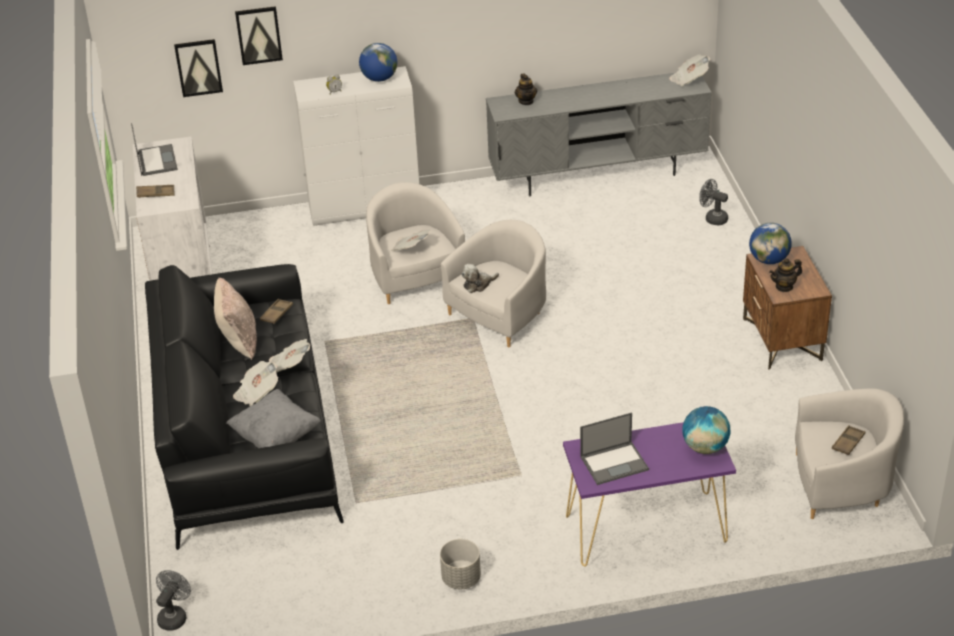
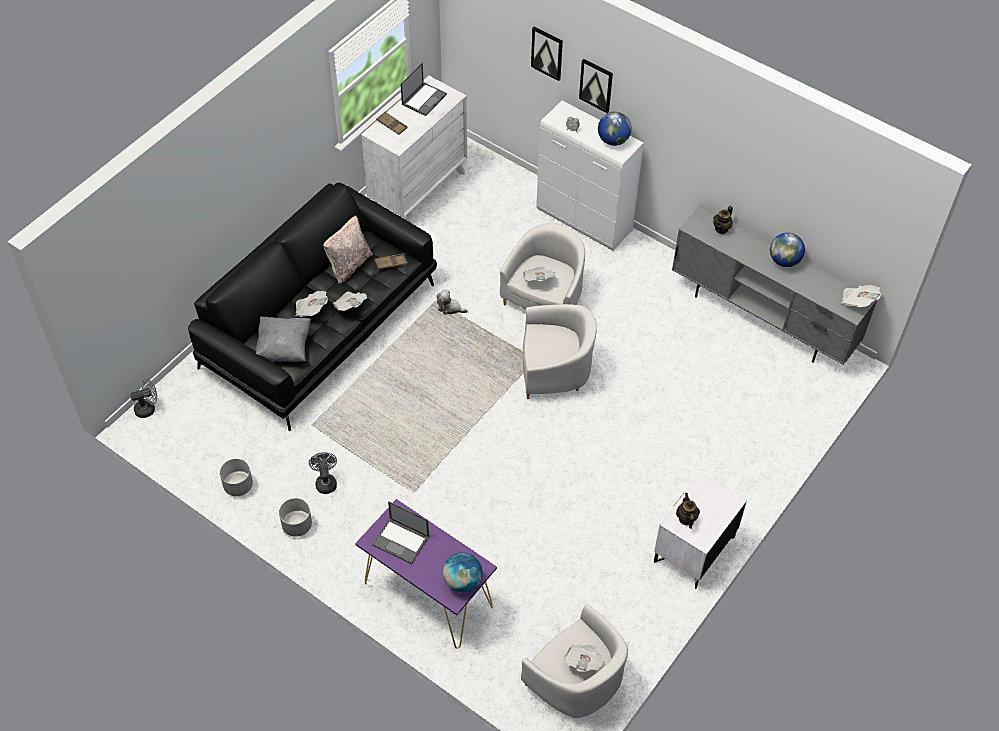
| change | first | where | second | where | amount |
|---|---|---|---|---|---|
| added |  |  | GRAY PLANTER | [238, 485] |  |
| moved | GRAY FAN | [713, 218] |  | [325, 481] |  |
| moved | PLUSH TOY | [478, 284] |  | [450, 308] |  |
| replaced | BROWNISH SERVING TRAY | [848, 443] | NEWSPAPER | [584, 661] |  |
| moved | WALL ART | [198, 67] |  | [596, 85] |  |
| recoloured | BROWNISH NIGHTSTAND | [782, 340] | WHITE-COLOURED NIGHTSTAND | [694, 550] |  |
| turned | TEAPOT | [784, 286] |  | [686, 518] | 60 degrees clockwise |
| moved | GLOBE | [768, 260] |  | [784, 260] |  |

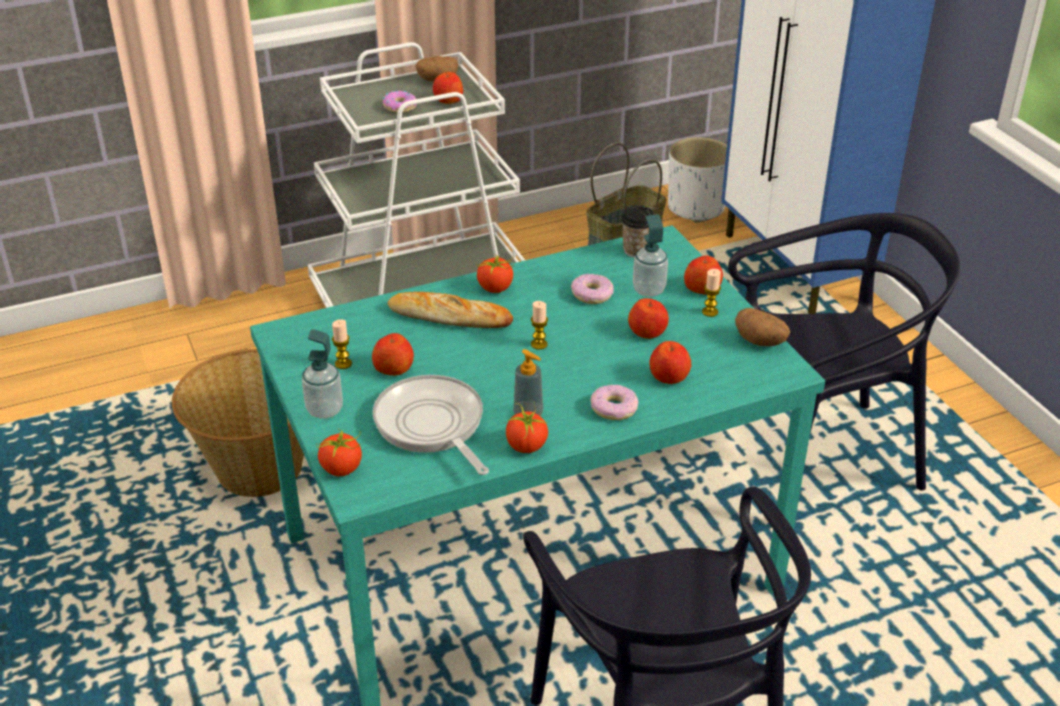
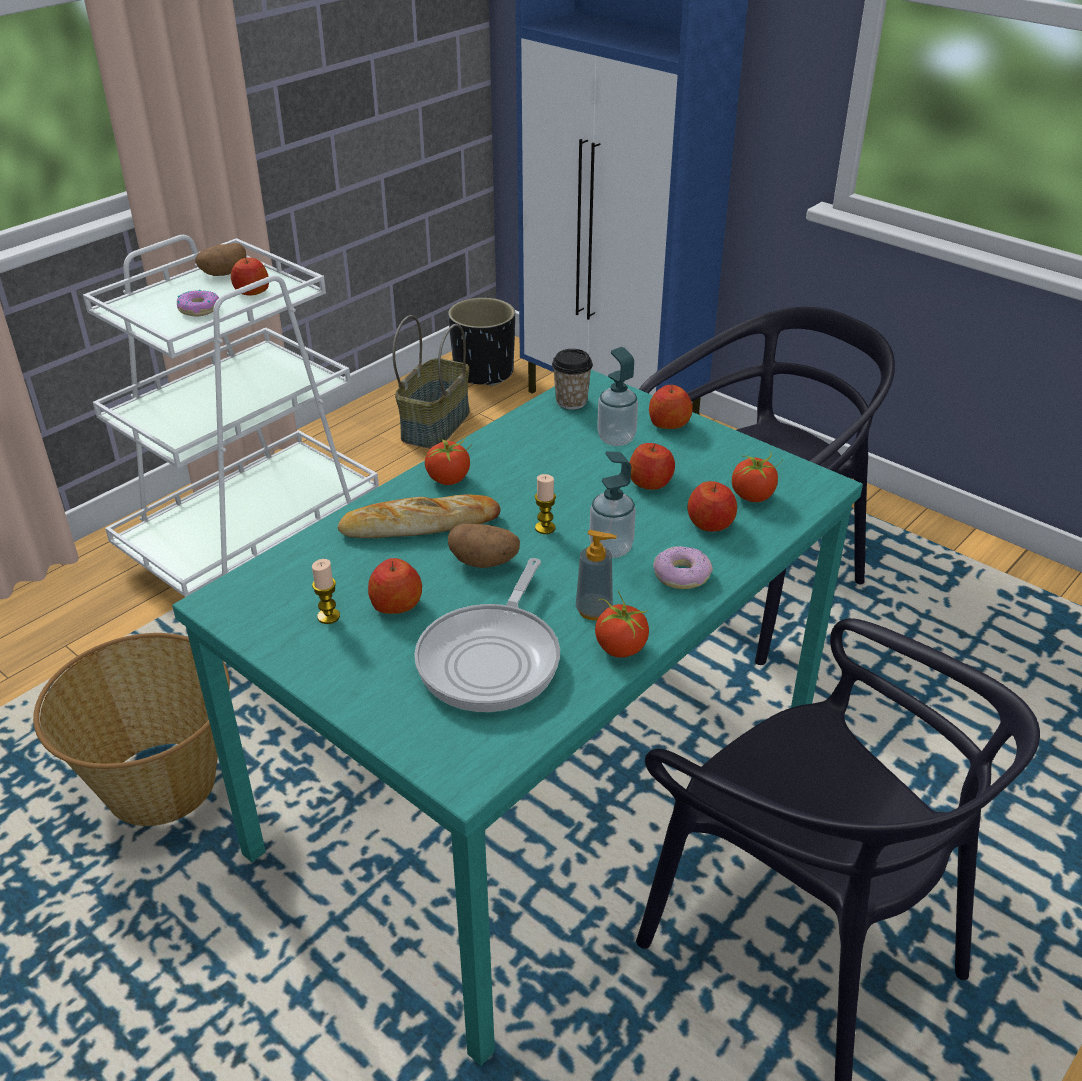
| change | first | where | second | where | amount |
|---|---|---|---|---|---|
| turned | PAN | [432, 425] |  | [492, 658] | 105 degrees counterclockwise |
| recoloured | WHITE-COLOURED PLANTER | [696, 208] | BLACKISH PLANTER | [484, 373] |  |
| moved | WHOLE POTATO | [760, 341] |  | [484, 562] |  |
| moved | LIQUID SOAP BOTTLE | [324, 410] |  | [611, 548] |  |
| moved | WHOLE TOMATO | [342, 468] |  | [752, 496] |  |
| removed | RING DOUGHNUT | [592, 294] |  |  |  |
| removed | WAX CANDLE | [710, 312] |  |  |  |

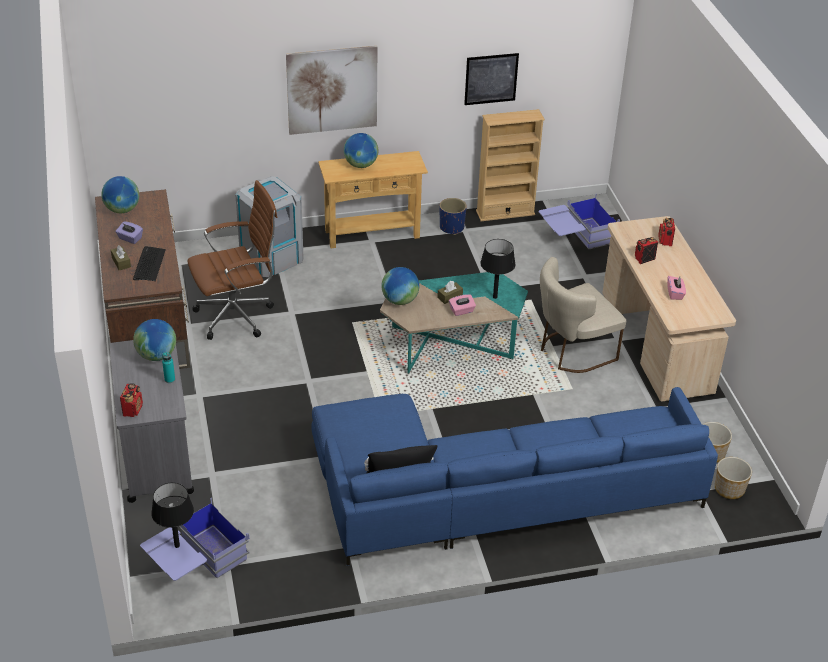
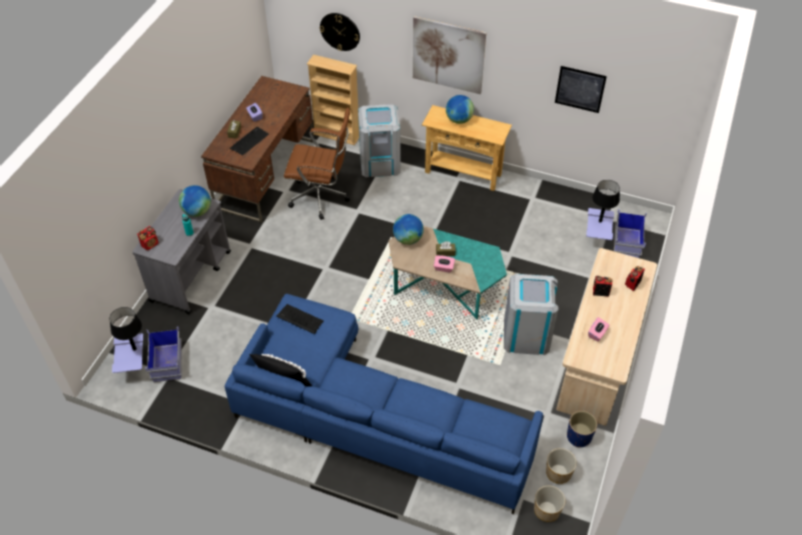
| change | first | where | second | where | amount |
|---|---|---|---|---|---|
| added |  |  | KEYBOARD | [300, 319] |  |
| moved | SAND-COLOURED SHELVING UNIT | [505, 212] |  | [337, 135] |  |
| added |  |  | CLOCK ON THE WALL | [340, 31] |  |
| replaced | SAND-COLOURED PLAIN CHAIR | [572, 352] | GRAY TRASH CAN | [526, 335] |  |
| moved | BLUE PLANTER | [452, 228] |  | [579, 437] |  |
| moved | BLACKISH LAMP FOR A TABLE | [495, 297] |  | [600, 221] |  |
| removed | GLOBE | [122, 210] |  |  |  |

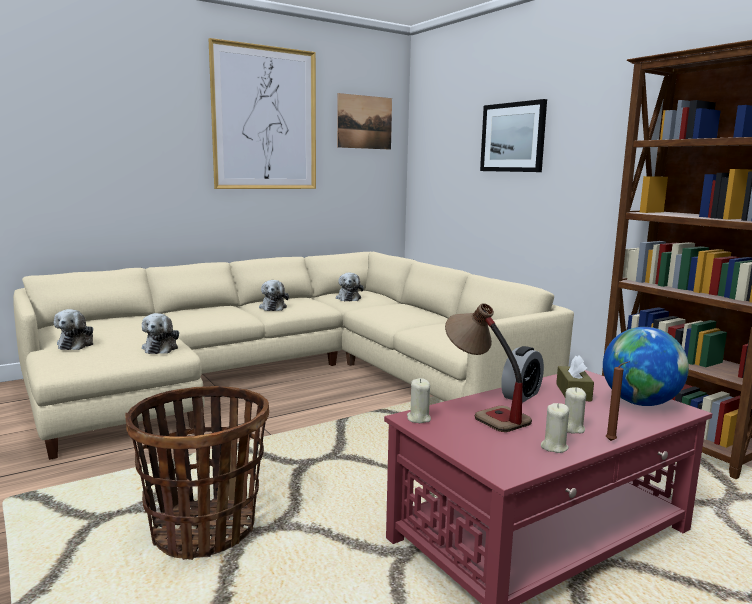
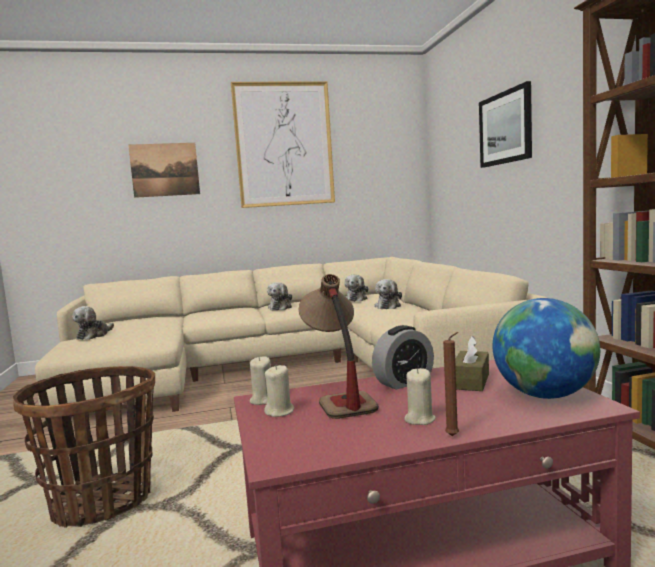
| change | first | where | second | where | amount |
|---|---|---|---|---|---|
| moved | WALL ART | [364, 122] |  | [165, 169] |  |
| moved | SAND-COLOURED WAX CANDLE | [554, 447] |  | [280, 412] |  |
| moved | PLUSH TOY | [161, 348] |  | [388, 306] |  |

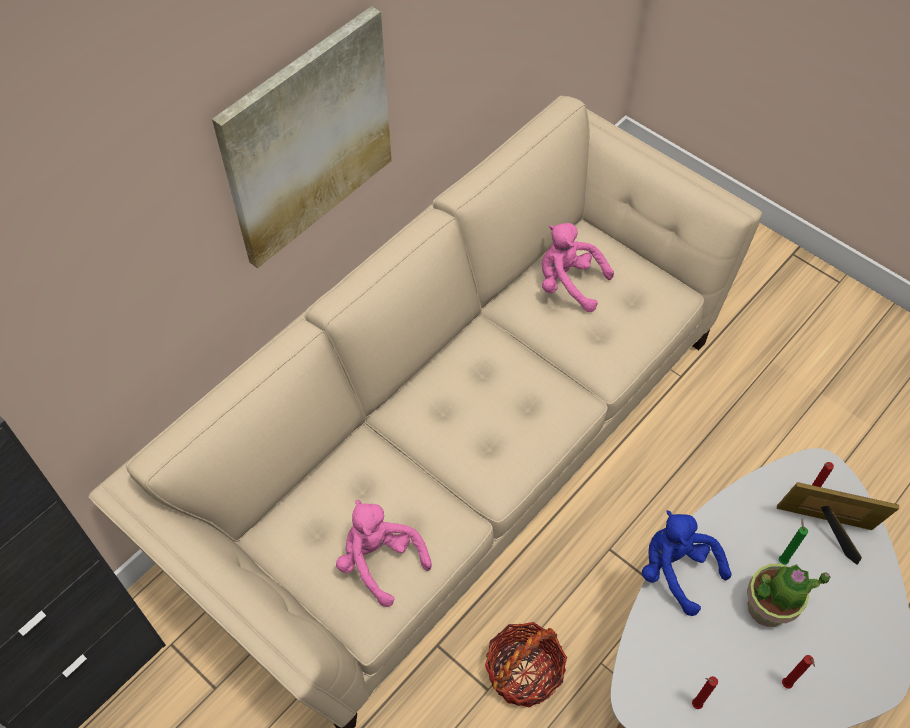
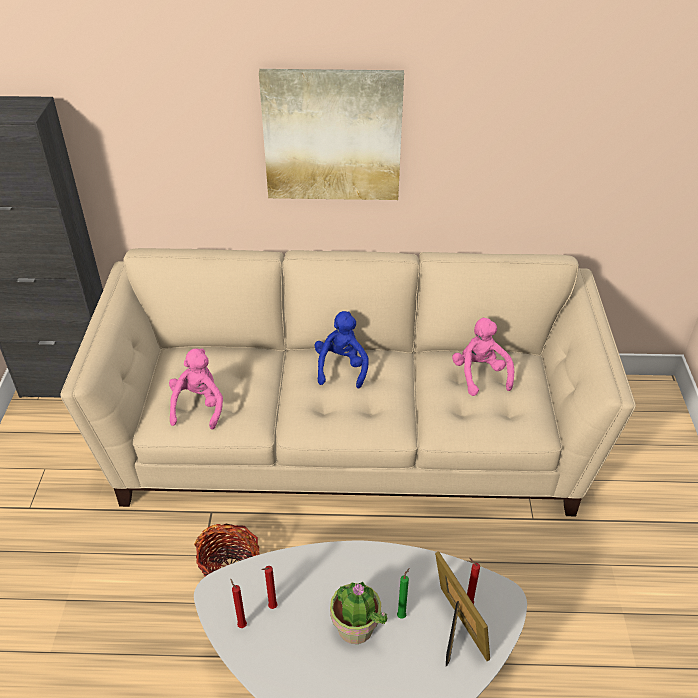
| change | first | where | second | where | amount |
|---|---|---|---|---|---|
| moved | RED WAX CANDLE | [786, 686] |  | [271, 607] |  |
| moved | BLUE PLUSH TOY | [676, 570] |  | [341, 367] |  |

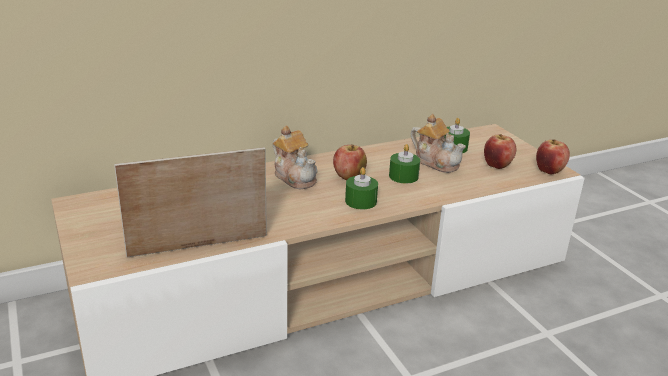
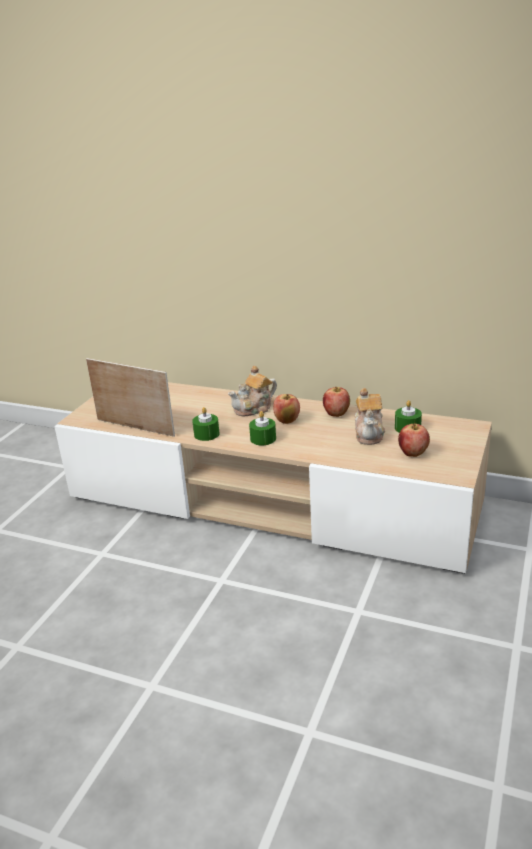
| change | first | where | second | where | amount |
|---|---|---|---|---|---|
| moved | GREEN WAX CANDLE | [403, 176] |  | [206, 434] |  |
| turned | TEAPOT | [295, 177] |  | [254, 408] | 45 degrees clockwise |
| moved | APPLE FRUIT | [549, 171] |  | [336, 414] |  |

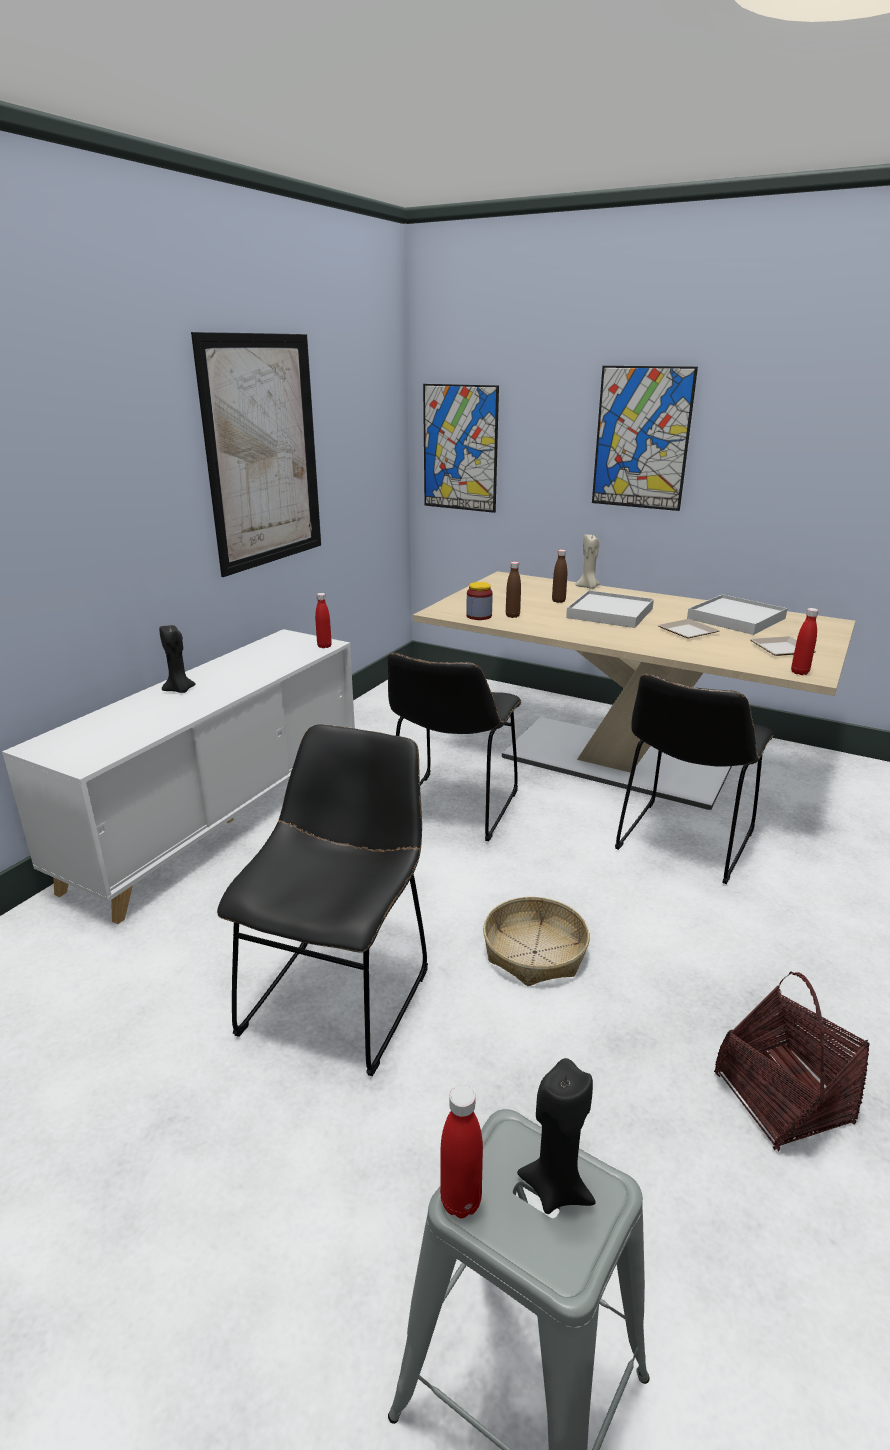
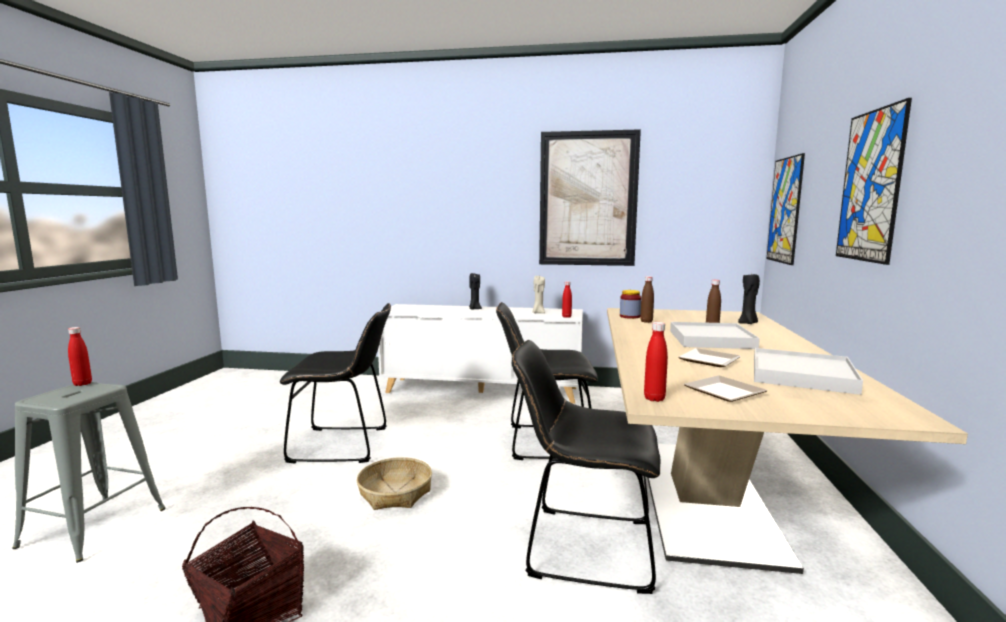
| change | first | where | second | where | amount |
|---|---|---|---|---|---|
| moved | SAND-COLOURED WAX CANDLE | [588, 587] |  | [538, 313] |  |
| moved | BLACKISH WAX CANDLE | [556, 1187] |  | [748, 323] |  |

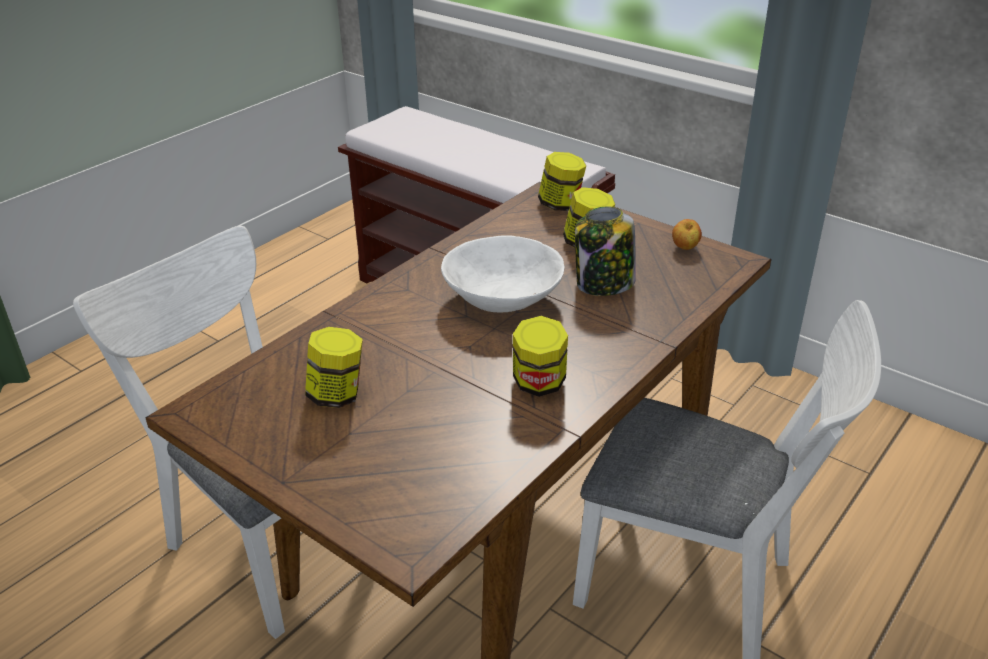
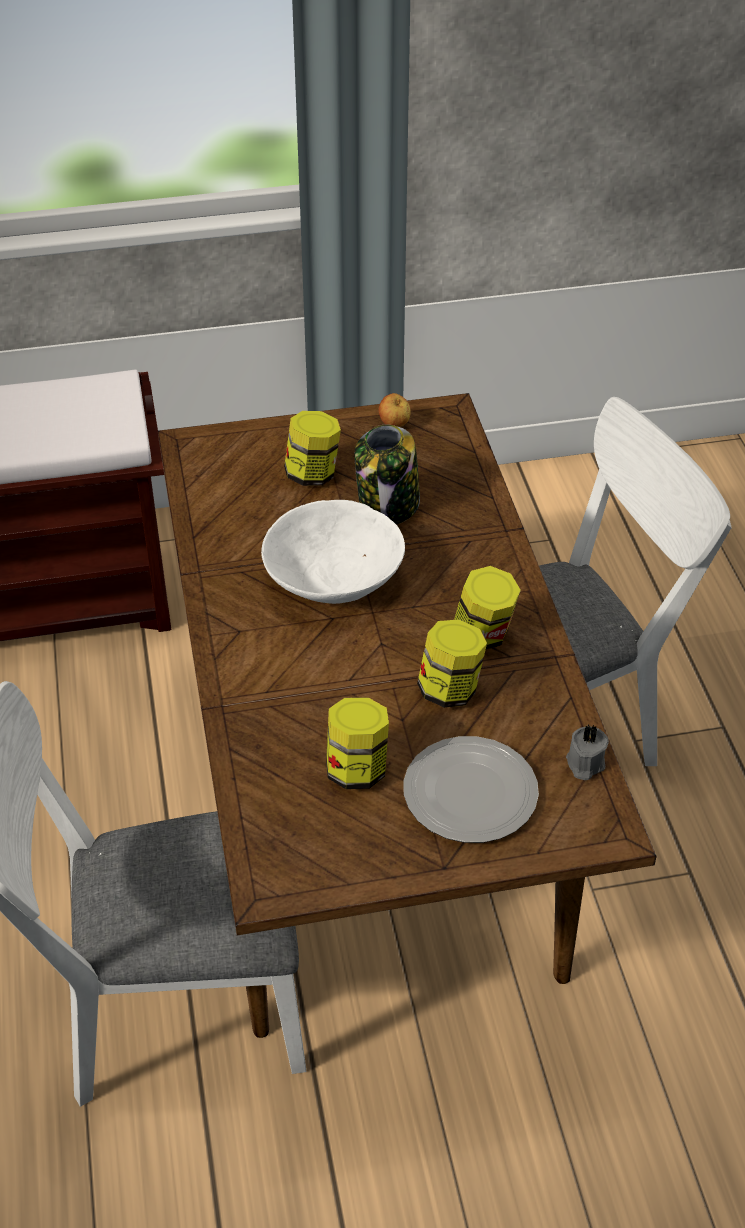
| change | first | where | second | where | amount |
|---|---|---|---|---|---|
| added |  |  | FLAT DISH | [472, 793] |  |
| moved | JAR | [560, 205] |  | [450, 689] |  |
| added |  |  | GRAY WAX CANDLE | [584, 764] |  |

